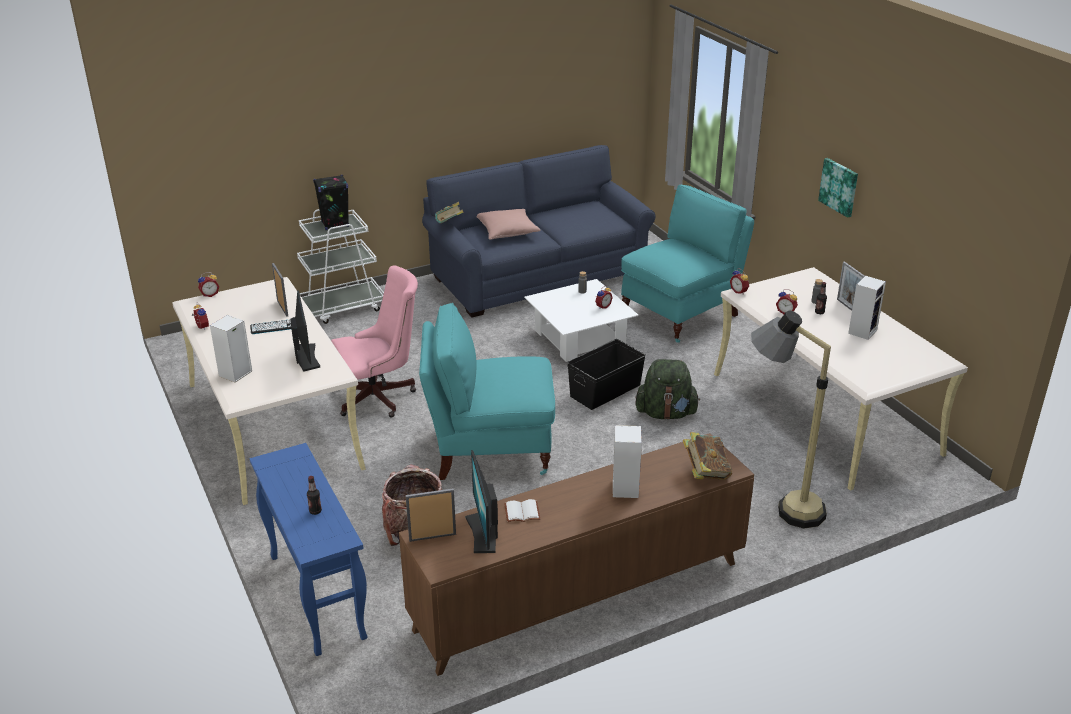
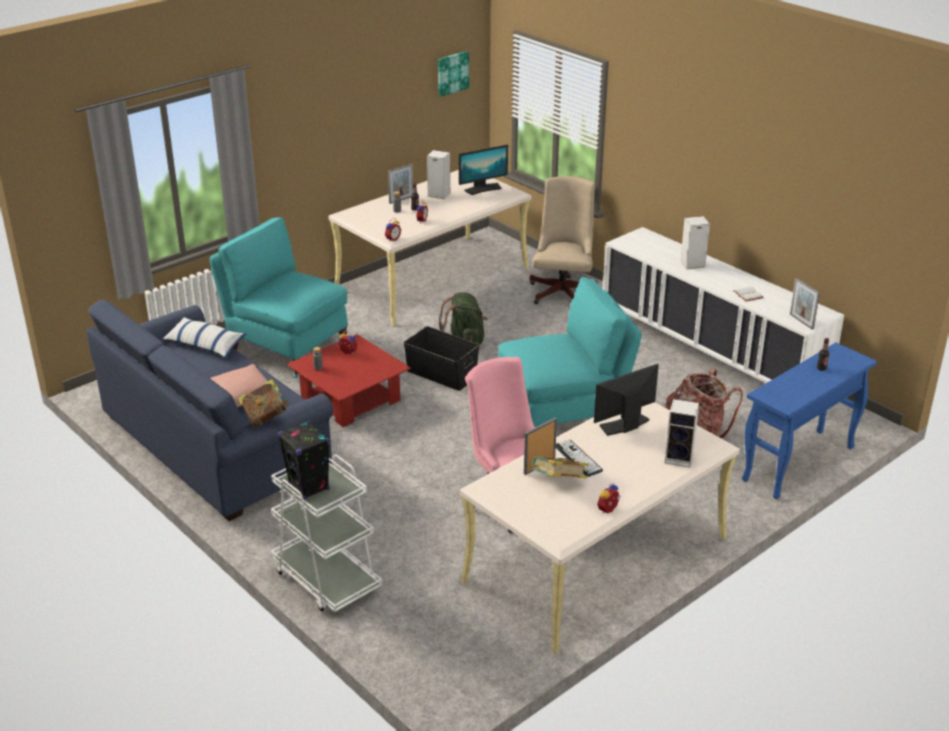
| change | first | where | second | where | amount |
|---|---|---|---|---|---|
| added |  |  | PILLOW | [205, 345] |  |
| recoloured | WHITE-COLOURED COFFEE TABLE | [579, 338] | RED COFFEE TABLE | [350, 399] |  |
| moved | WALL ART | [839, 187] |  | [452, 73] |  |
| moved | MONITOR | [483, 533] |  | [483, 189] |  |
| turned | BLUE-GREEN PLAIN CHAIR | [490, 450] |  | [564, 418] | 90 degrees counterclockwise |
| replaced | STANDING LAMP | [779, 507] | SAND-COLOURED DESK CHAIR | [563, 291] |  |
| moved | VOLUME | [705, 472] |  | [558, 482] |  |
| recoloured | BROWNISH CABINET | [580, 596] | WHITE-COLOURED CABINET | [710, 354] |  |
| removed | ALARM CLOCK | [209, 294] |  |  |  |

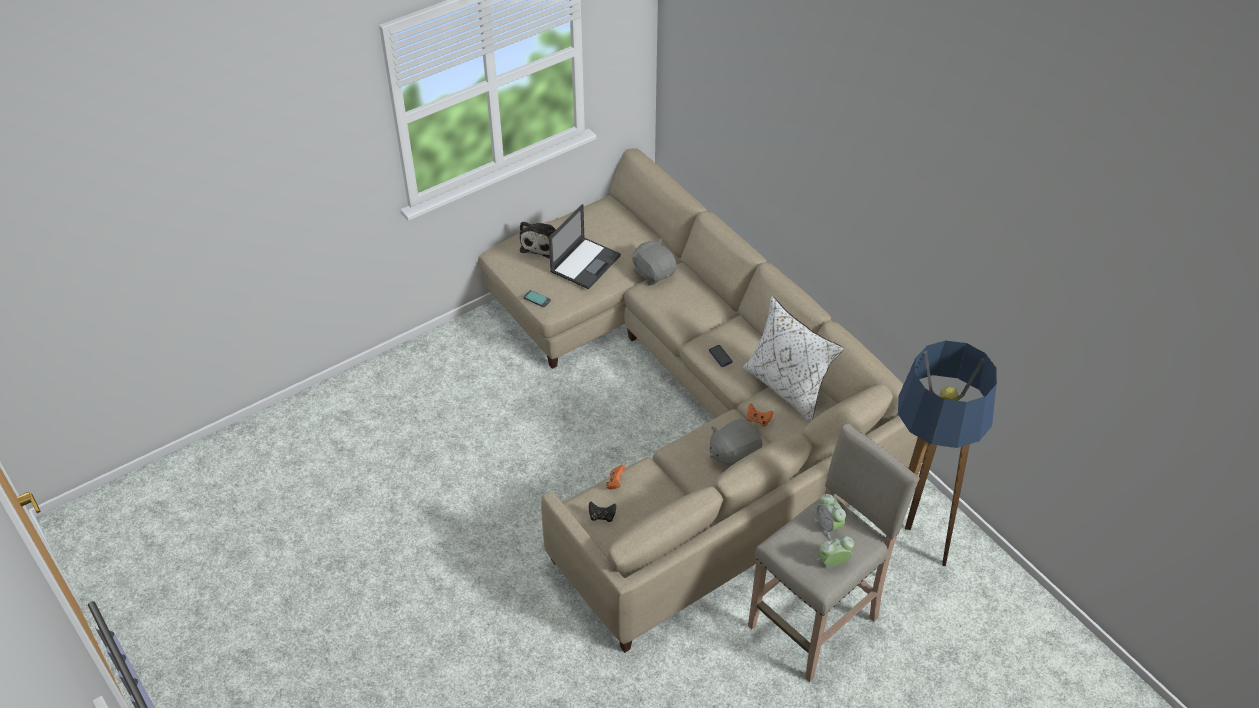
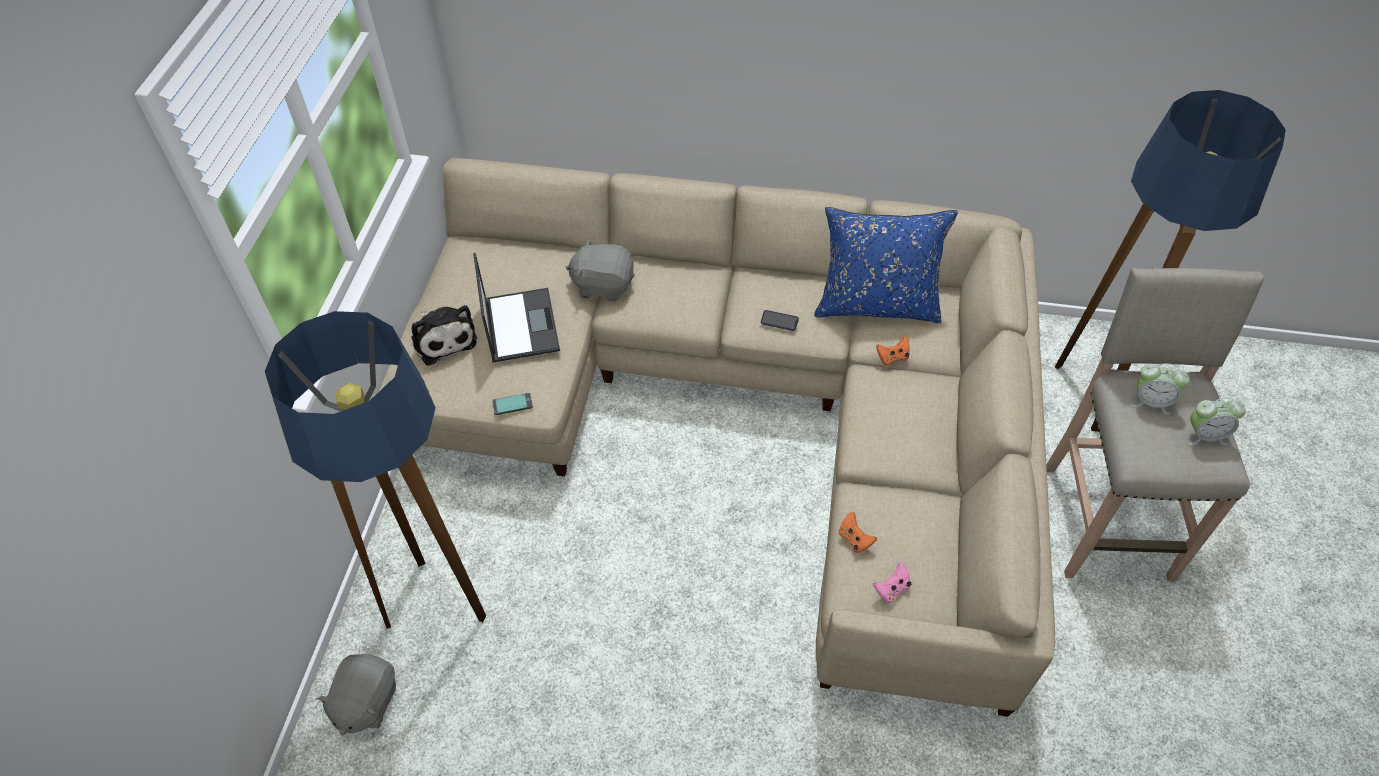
| change | first | where | second | where | amount |
|---|---|---|---|---|---|
| added |  |  | STANDING LAMP | [440, 604] |  |
| moved | GRAY PLUSH TOY | [733, 454] |  | [365, 702] |  |
| recoloured | WHITE-COLOURED PILLOW | [787, 388] | BLUE PILLOW | [876, 305] |  |
| recoloured | BLACKISH GAMEPAD | [602, 516] | PINK GAMEPAD | [891, 589] |  |
| turned | ALARM CLOCK | [832, 562] |  | [1204, 435] | 120 degrees counterclockwise |

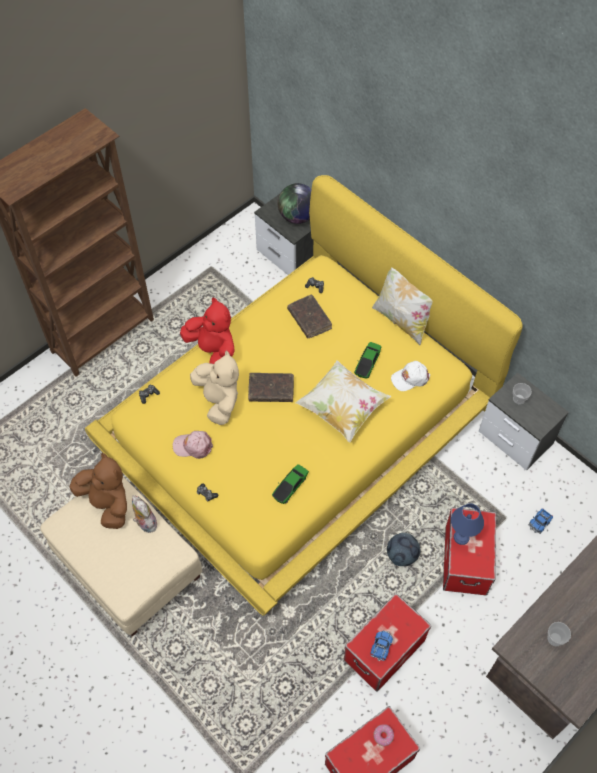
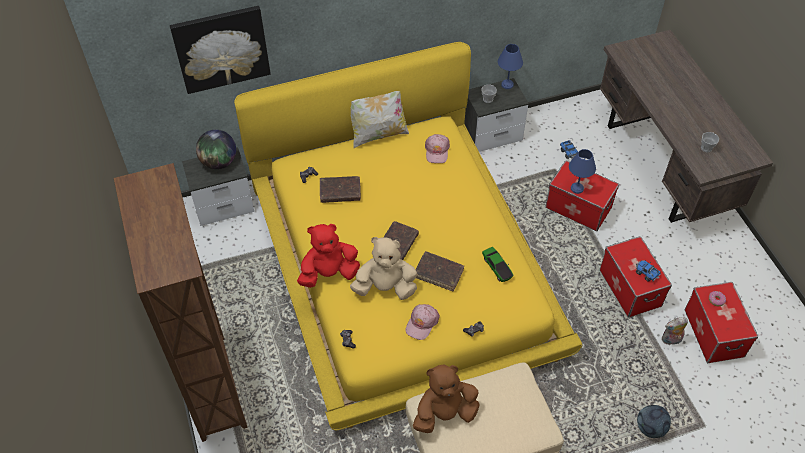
| change | first | where | second | where | amount |
|---|---|---|---|---|---|
| added |  |  | WALL ART | [221, 48] |  |
| added |  |  | BROWNISH VOLUME | [439, 274] |  |
| recoloured | WHITE-COLOURED PEAKED CAP | [410, 378] | PINK PEAKED CAP | [437, 151] |  |
| added |  |  | BLUE LAMP FOR A TABLE | [507, 85] |  |
| moved | BALL FOR FOOTBALL | [402, 555] |  | [650, 428] |  |
| moved | PLUSH TOY | [145, 523] |  | [671, 340] |  |
| removed | PILLOW | [342, 408] |  |  |  |
| removed | MODEL CAR | [367, 363] |  |  |  |

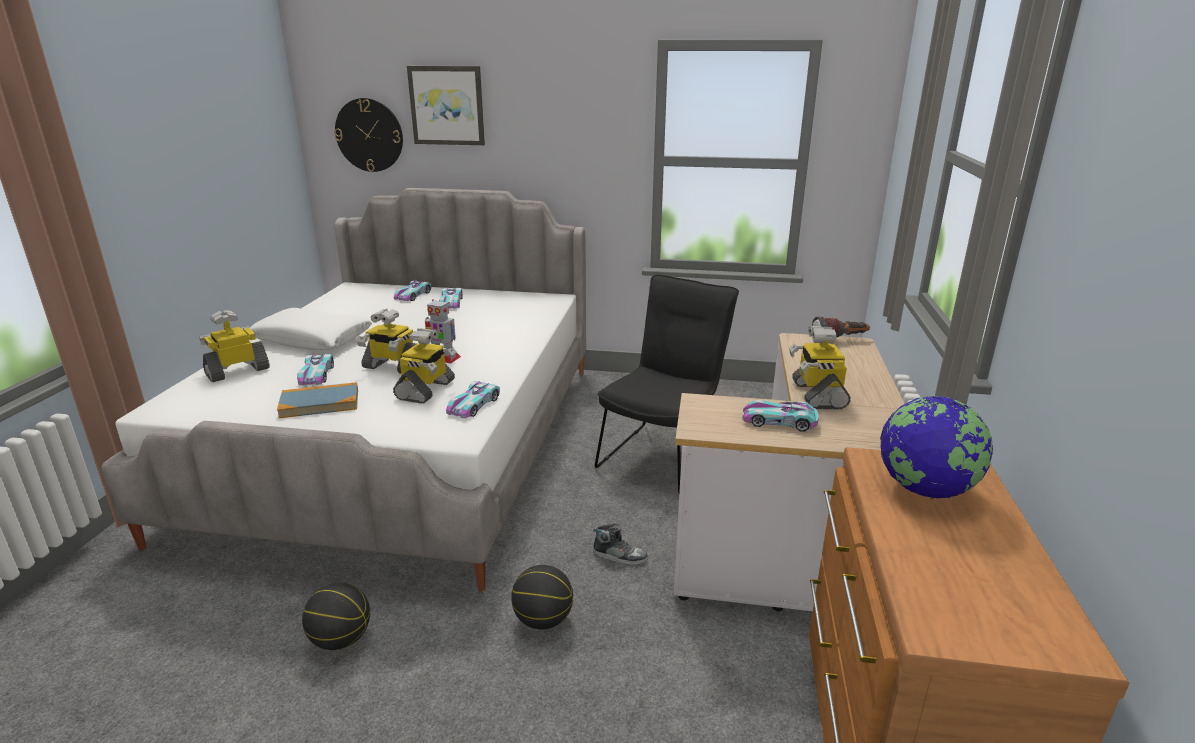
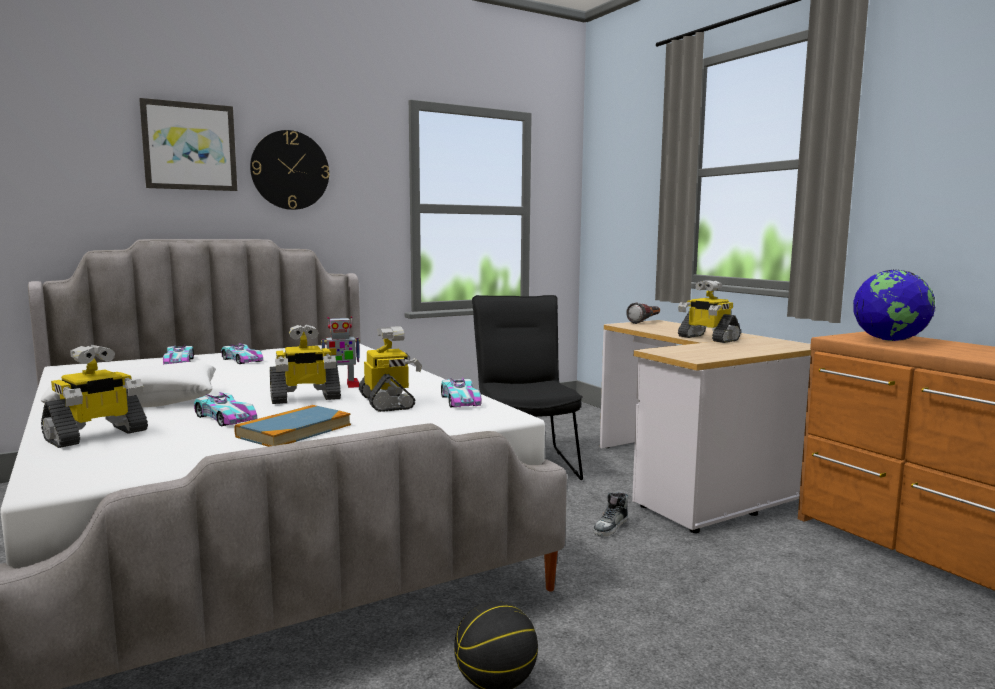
| change | first | where | second | where | amount |
|---|---|---|---|---|---|
| turned | MODEL ROBOT | [237, 371] |  | [96, 436] | 150 degrees counterclockwise |
| moved | CLOCK ON THE WALL | [369, 135] |  | [290, 170] |  |
| turned | SHOE | [619, 556] |  | [610, 527] | 150 degrees clockwise |
| removed | BALL FOR BASKETBALL | [543, 620] |  |  |  |
| removed | MODEL CAR | [779, 421] |  |  |  |

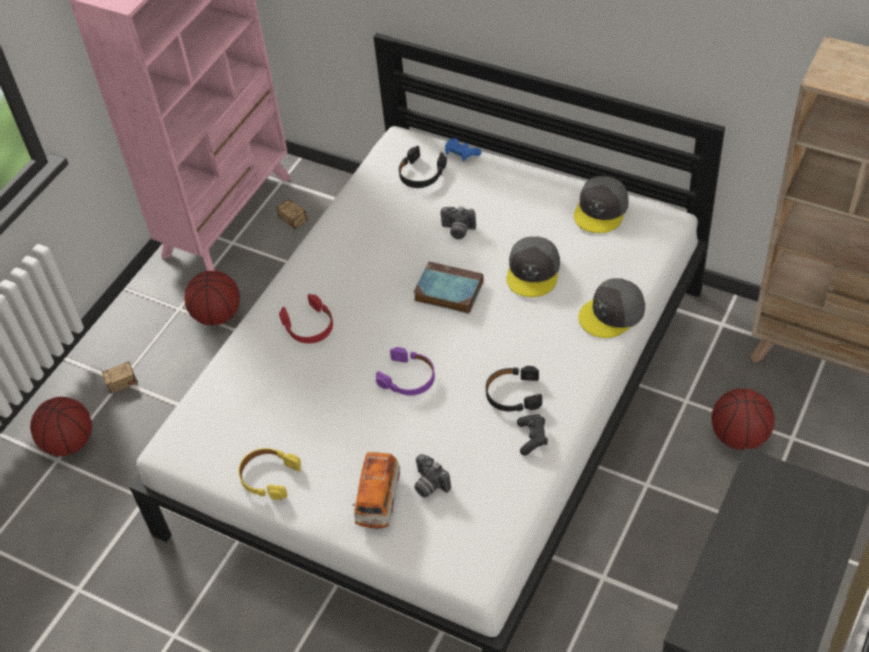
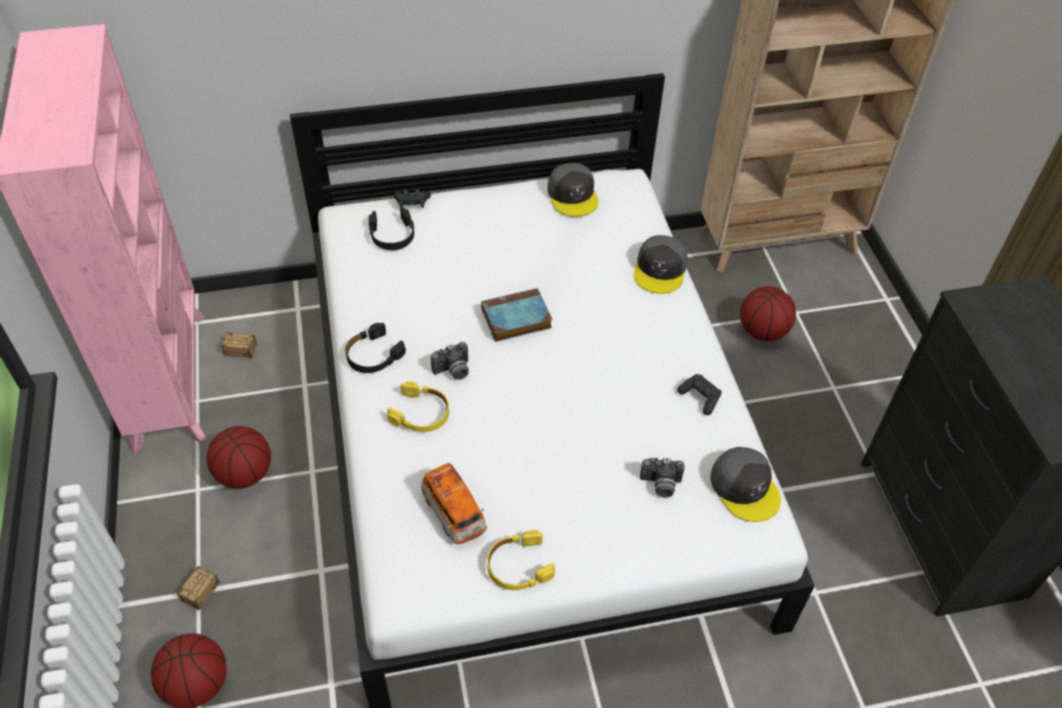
| change | first | where | second | where | amount |
|---|---|---|---|---|---|
| moved | BLACKISH HEADSET | [513, 394] |  | [373, 355] |  |
| recoloured | RED HEADSET | [309, 326] | YELLOW HEADSET | [421, 413] |  |
| recoloured | BLUE GAMEPAD | [461, 154] | BLACKISH GAMEPAD | [412, 203] |  |
| moved | MODEL CAR | [378, 499] |  | [453, 513] |  |
| moved | PHOTO CAMERA | [457, 231] |  | [453, 371] |  |
| moved | GRAY PEAKED CAP | [533, 271] |  | [745, 487] |  |
| removed | PURPLE-COLOURED HEADSET | [408, 378] |  |  |  |

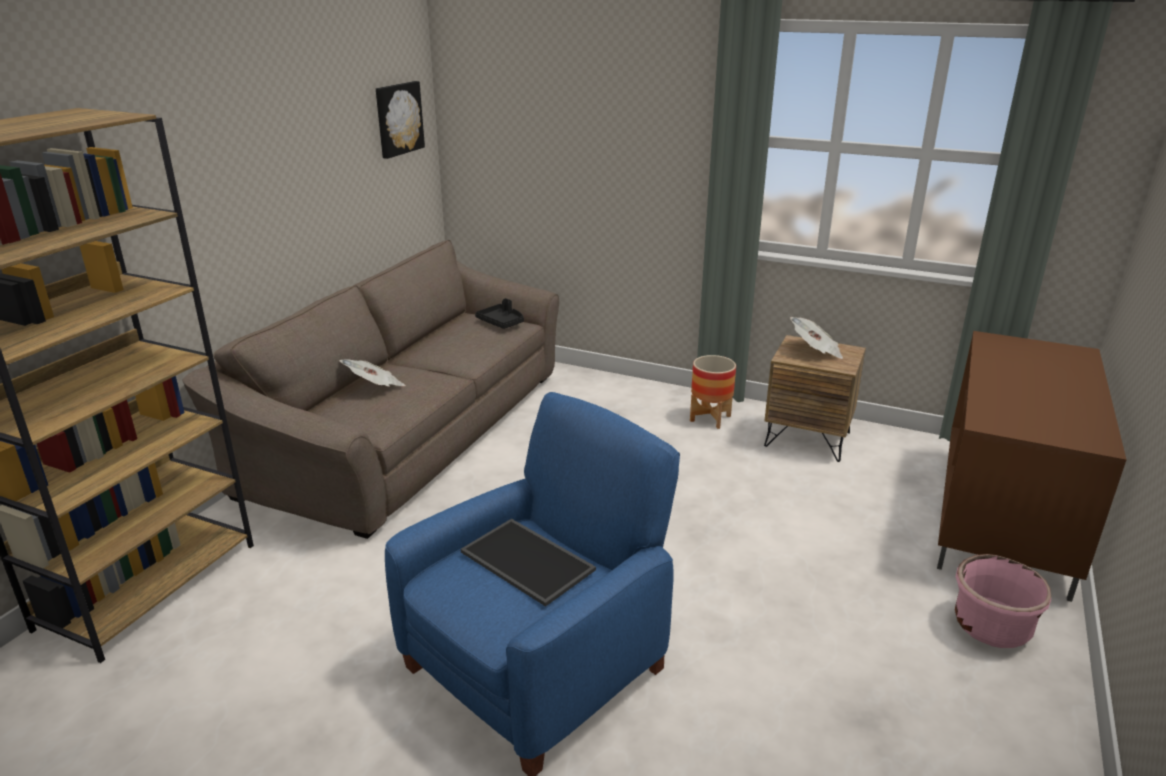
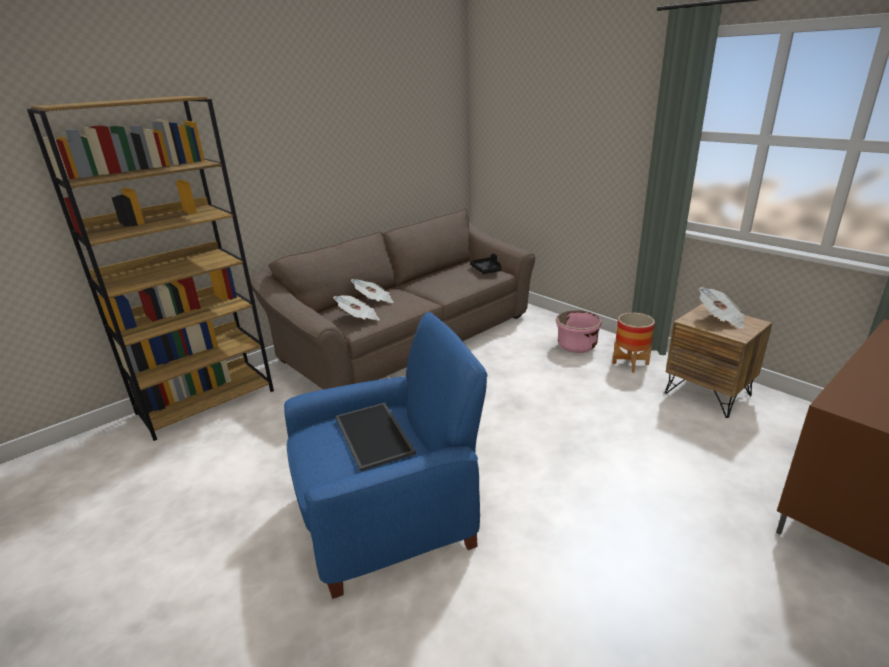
| change | first | where | second | where | amount |
|---|---|---|---|---|---|
| added |  |  | NEWSPAPER | [359, 318] |  |
| moved | PINK PLANTER | [991, 627] |  | [576, 346] |  |
| removed | WALL ART | [398, 119] |  |  |  |

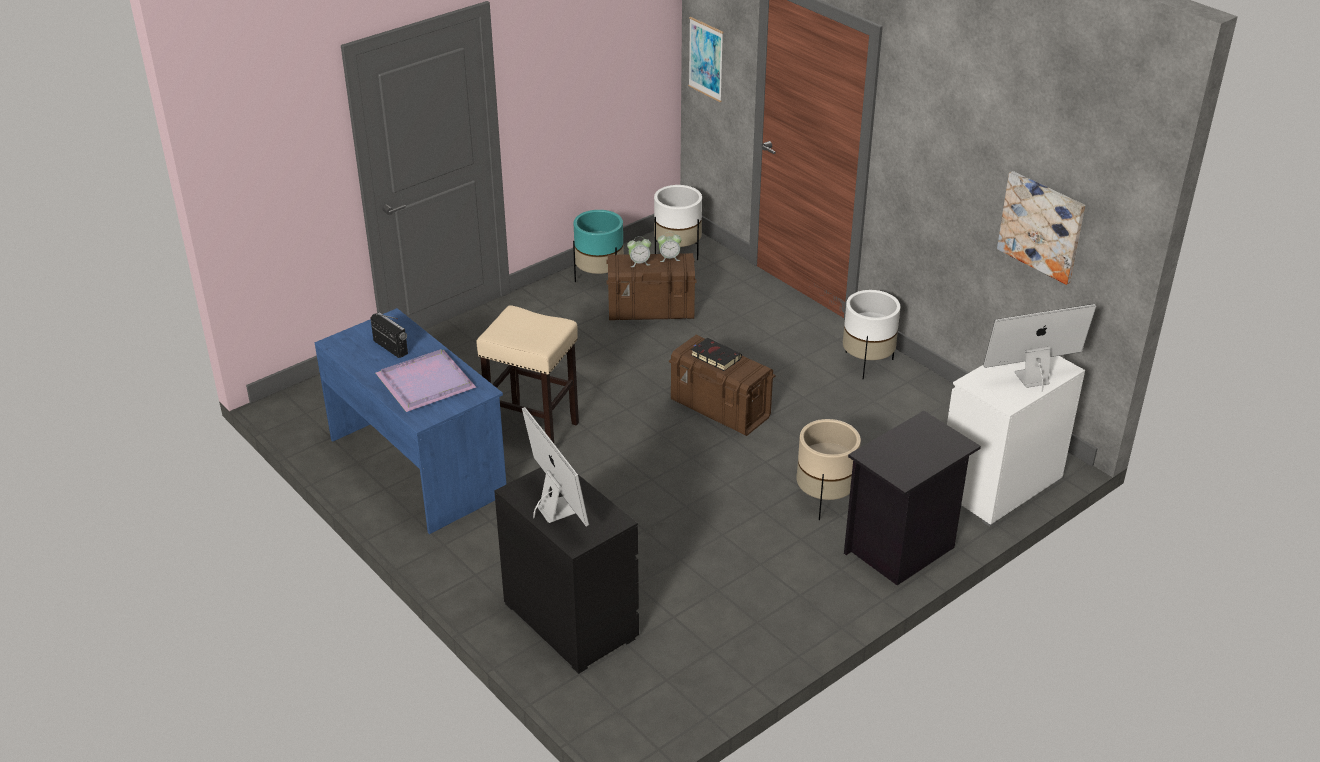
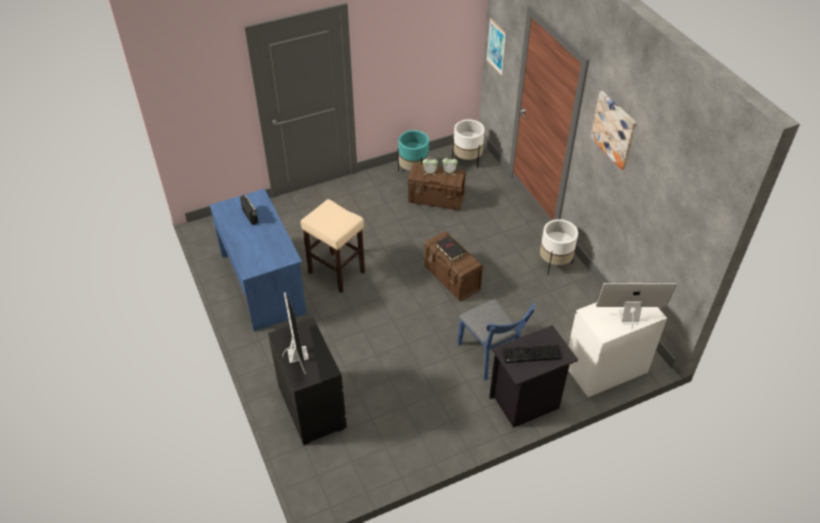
| change | first | where | second | where | amount |
|---|---|---|---|---|---|
| replaced | SAND-COLOURED PLANTER | [824, 500] | BLUE PLAIN CHAIR | [491, 356] |  |
| added |  |  | KEYBOARD | [531, 355] |  |
| moved | WALL ART | [1041, 226] |  | [614, 129] |  |
| removed | PURPLE-COLOURED SERVING TRAY | [426, 381] |  |  |  |

